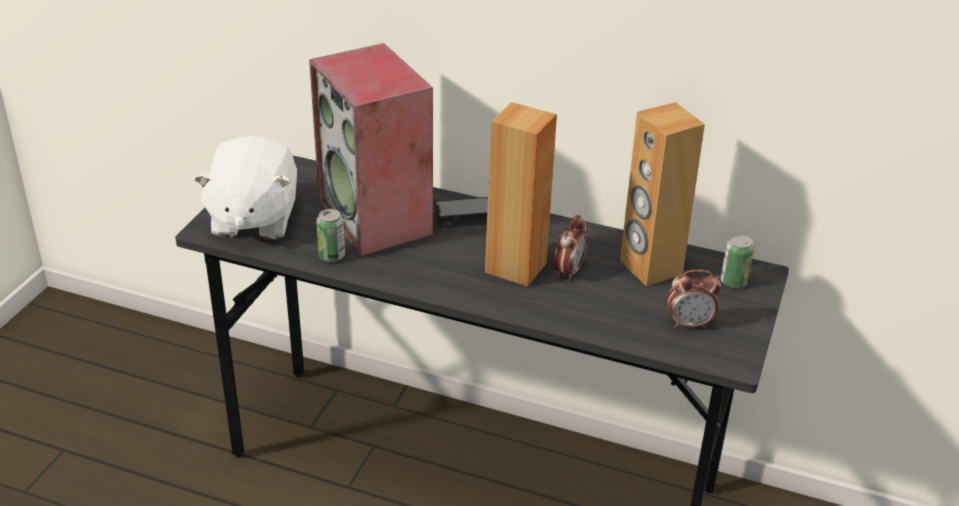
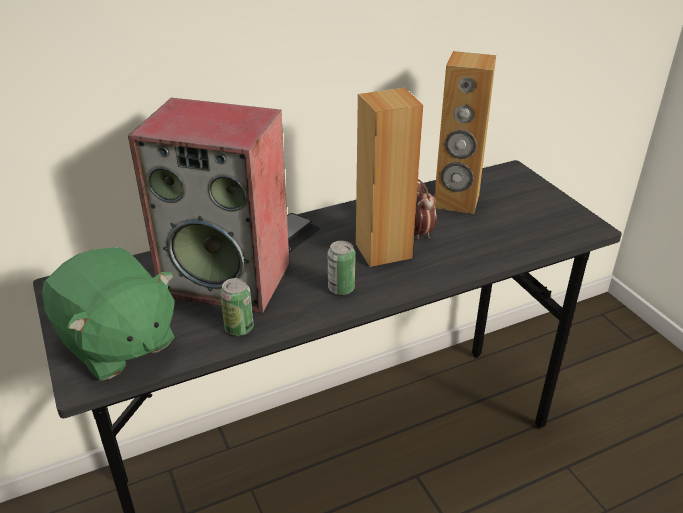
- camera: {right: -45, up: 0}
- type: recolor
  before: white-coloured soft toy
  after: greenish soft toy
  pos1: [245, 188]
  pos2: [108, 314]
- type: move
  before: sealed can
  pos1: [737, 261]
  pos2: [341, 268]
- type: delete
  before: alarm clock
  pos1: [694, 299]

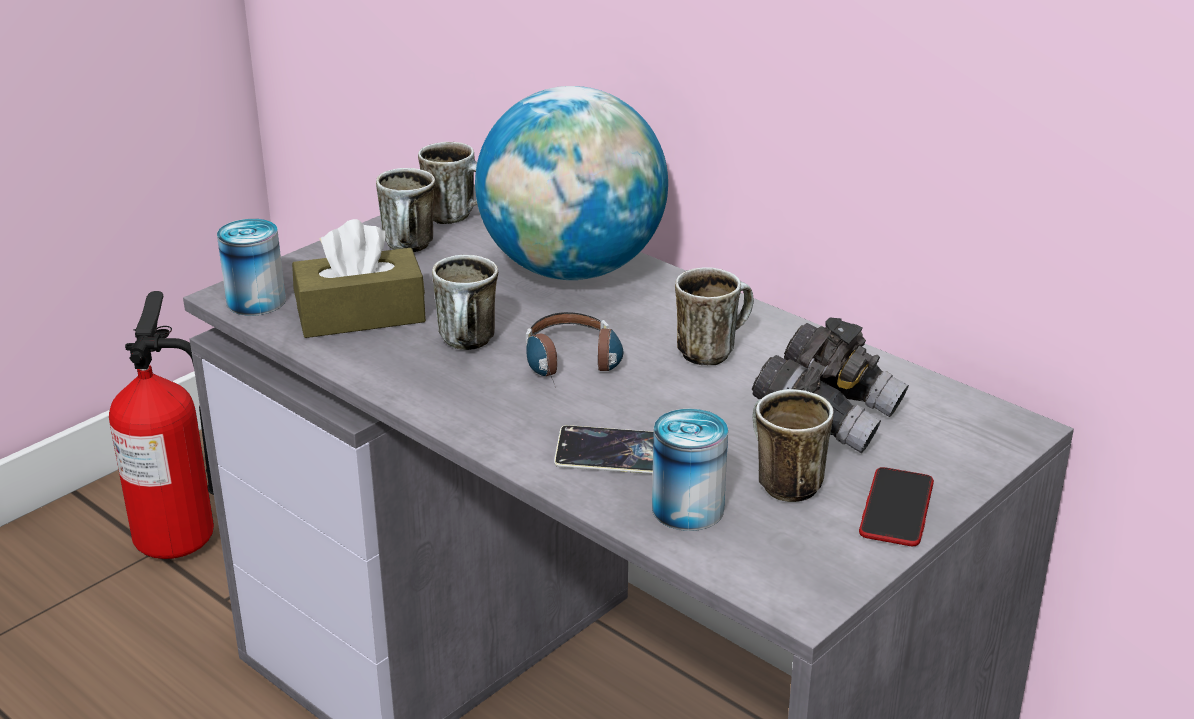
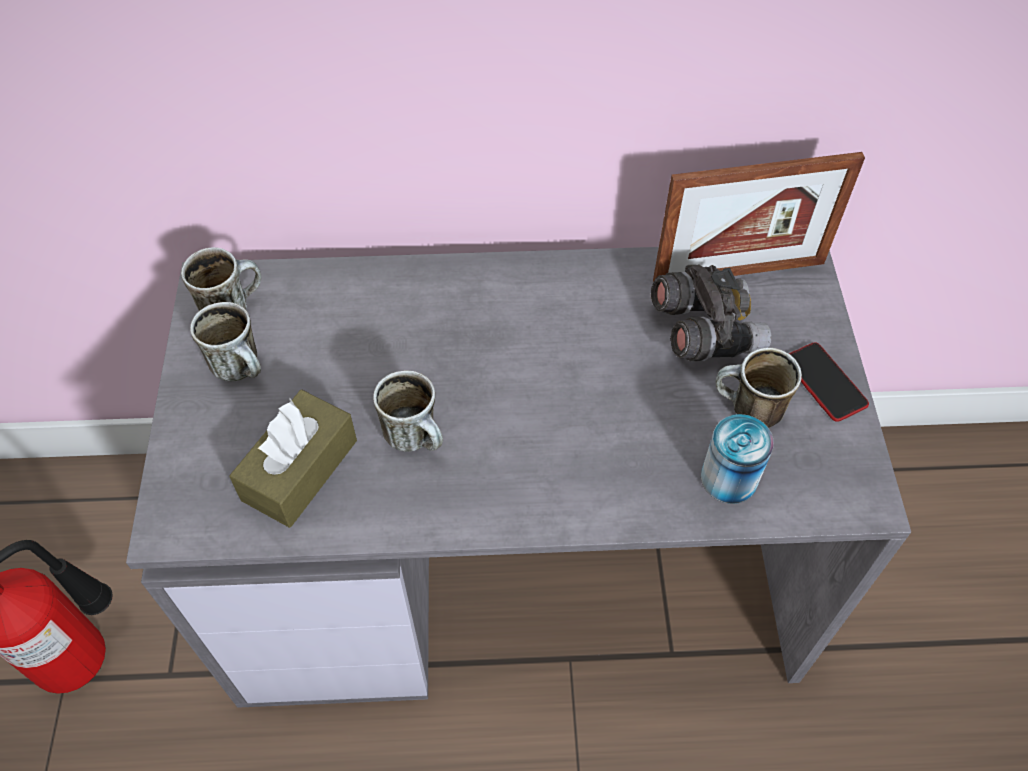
- camera: {right: -45, up: 25}
- type: insert
  after: photo frame
  pos2: [759, 217]
- type: delete
  before: sealed can
  pos1: [251, 267]
- type: delete
  before: globe
  pos1: [571, 183]
- type: delete
  before: headset
  pos1: [574, 350]
- type: delete
  before: handset
  pos1: [604, 449]
- type: delete
  before: coffee mug
  pos1: [714, 316]

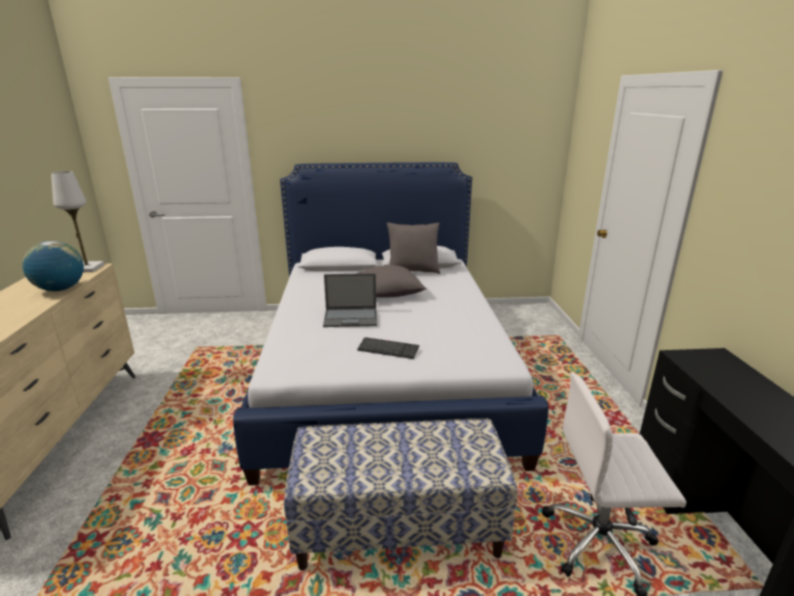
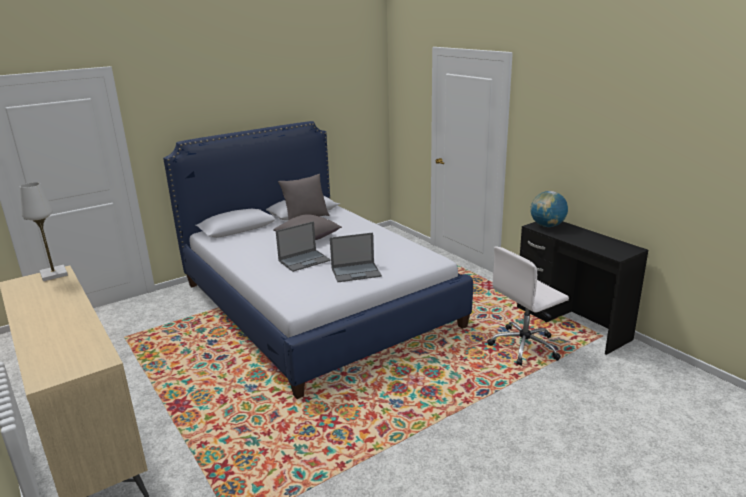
- camera: {right: -30, up: 0}
- type: replace
  before: keyboard
  after: laptop
  pos1: [388, 348]
  pos2: [356, 257]
- type: move
  before: globe
  pos1: [53, 266]
  pos2: [549, 209]
- type: delete
  before: long seat
  pos1: [400, 494]

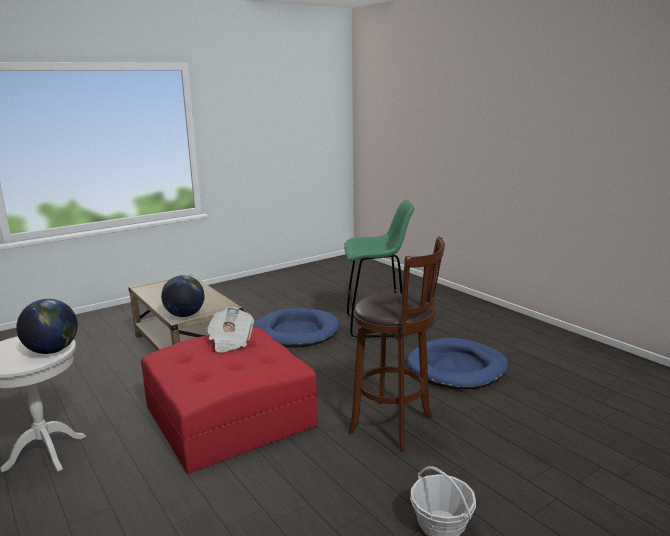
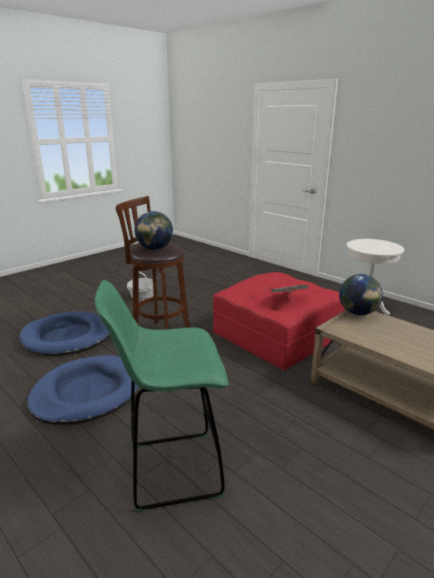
- camera: {right: 170, up: 5}
- type: move
  before: blue dog bed
  pos1: [296, 328]
  pos2: [65, 333]
- type: move
  before: globe
  pos1: [47, 326]
  pos2: [154, 230]

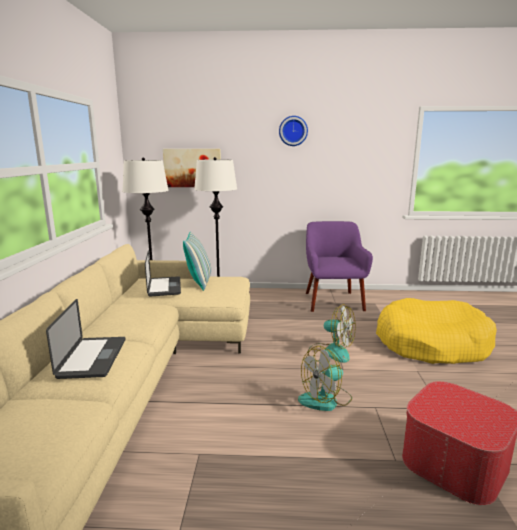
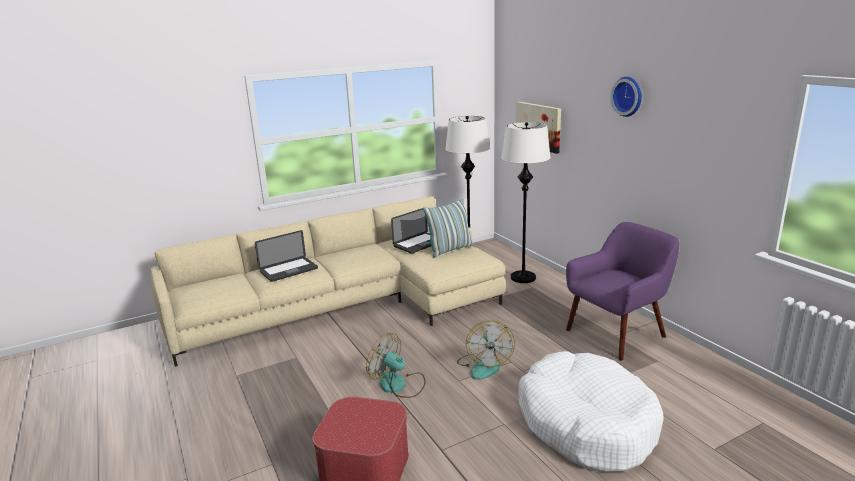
- camera: {right: 60, up: 5}
- type: recolor
  before: yellow dog bed
  after: white-coloured dog bed
  pos1: [436, 331]
  pos2: [591, 411]

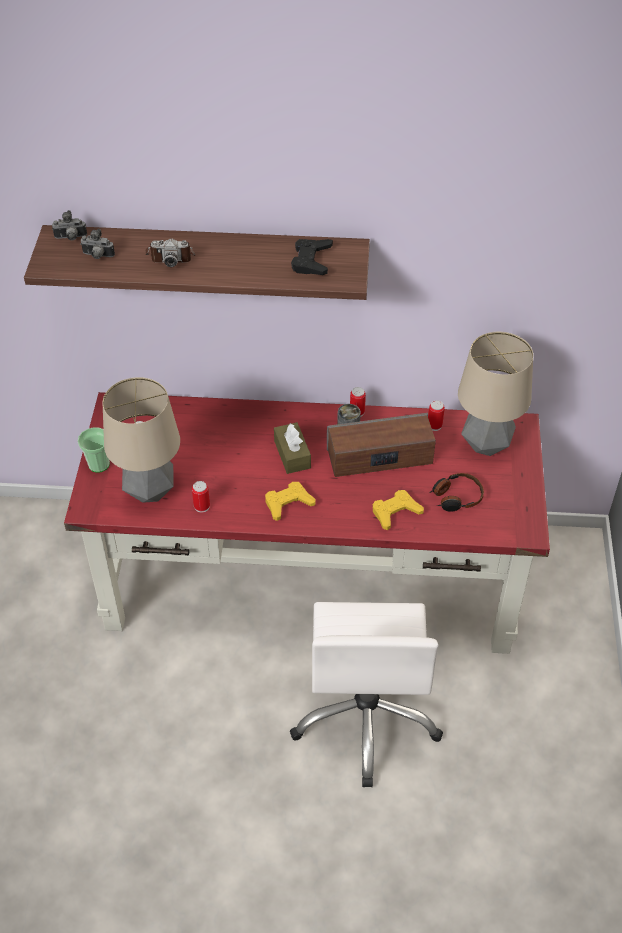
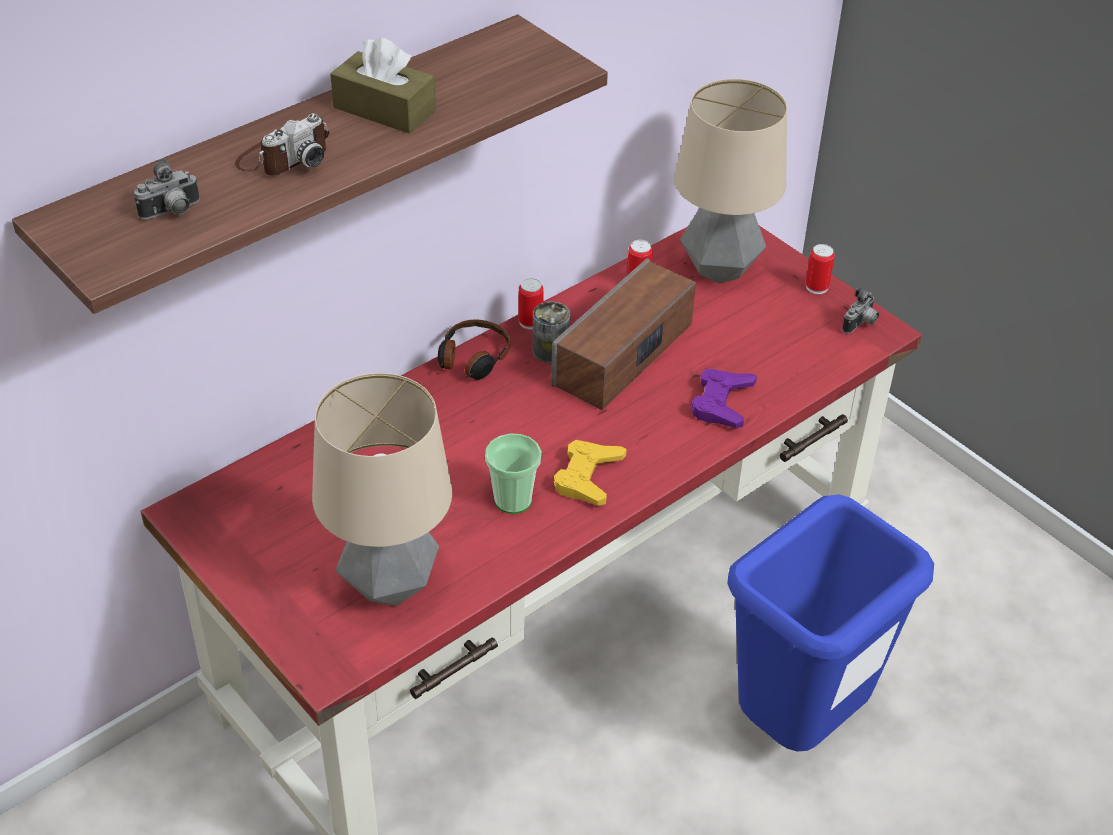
- camera: {right: -45, up: -5}
- type: move
  before: brown tissue holder
  pos1: [292, 448]
  pos2: [383, 85]
- type: move
  before: headset
  pos1: [457, 492]
  pos2: [474, 349]
- type: move
  before: drinking cup
  pos1: [94, 450]
  pos2: [513, 473]
- type: recolor
  before: yellow gamepad
  after: purplish gamepad
  pos1: [398, 510]
  pos2: [724, 398]
- type: replace
  before: white-coloured office chair
  after: blue trash can
  pos1: [366, 694]
  pos2: [830, 623]
- type: move
  before: sealed can
  pos1: [201, 497]
  pos2: [820, 269]
- type: move
  before: still camera
  pos1: [69, 225]
  pos2: [860, 310]
- type: delete
  before: black gamepad
  pos1: [312, 257]

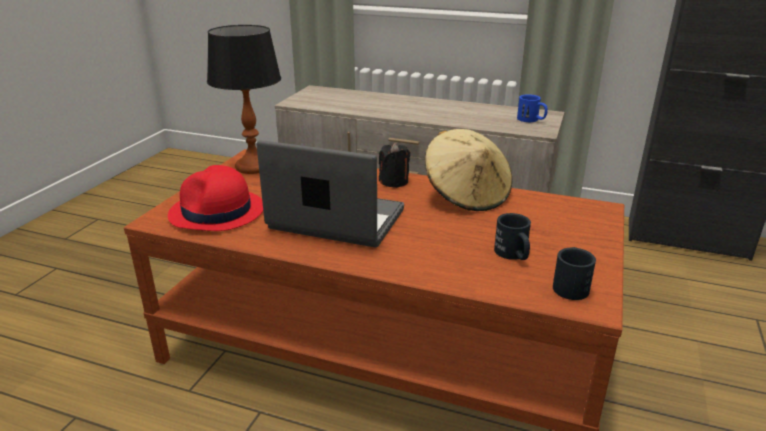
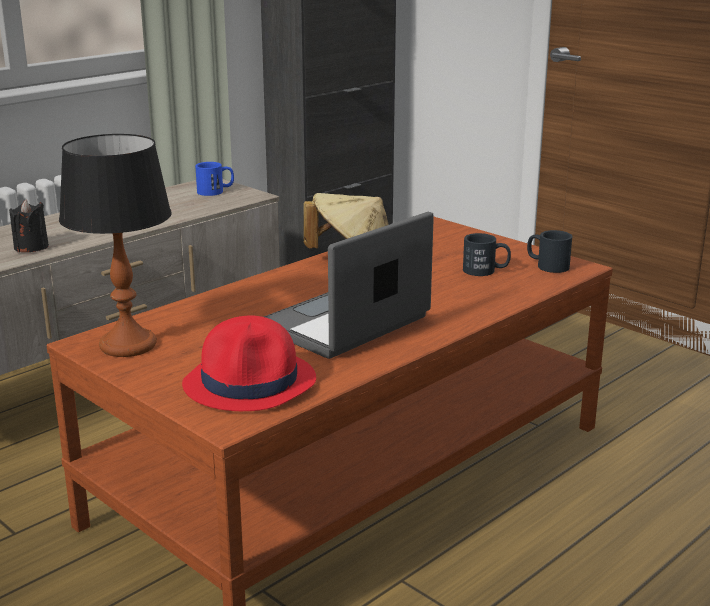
- camera: {right: -65, up: -5}
- type: move
  before: black wax light
  pos1: [394, 165]
  pos2: [29, 225]

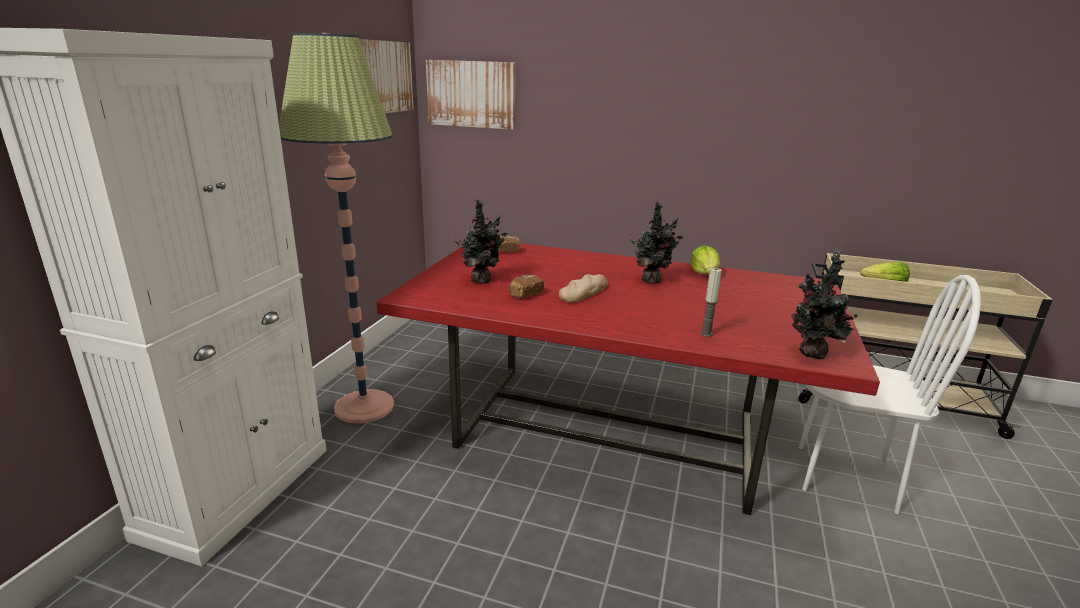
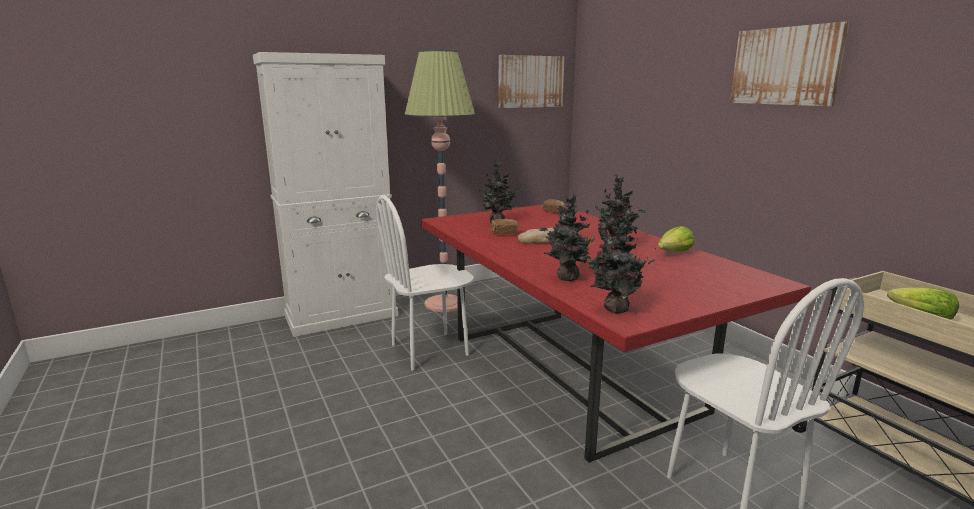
- camera: {right: 45, up: -5}
- type: insert
  after: white-coloured chair
  pos2: [425, 283]
- type: replace
  before: wax light
  after: houseplant
  pos1: [711, 302]
  pos2: [567, 237]
- type: move
  before: picture
  pos1: [470, 95]
  pos2: [789, 63]

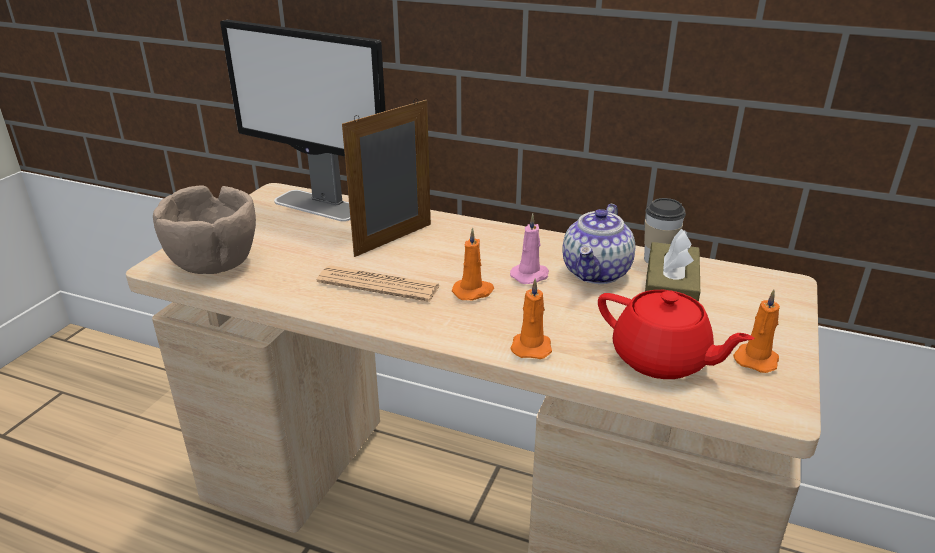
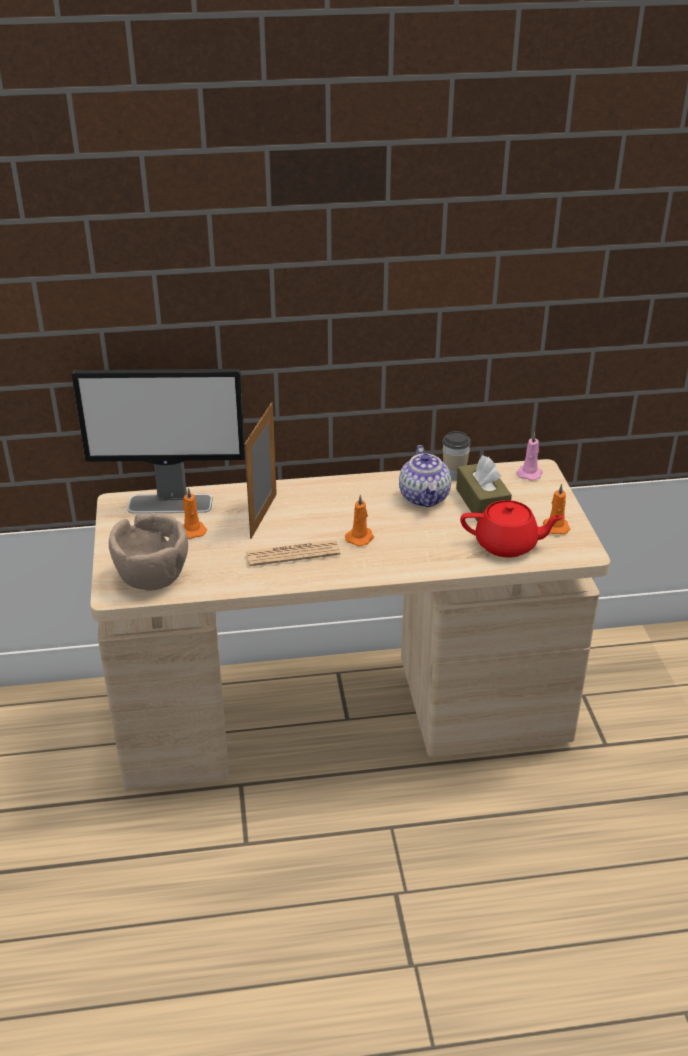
- camera: {right: -30, up: 5}
- type: move
  before: orange wax light
  pos1: [531, 318]
  pos2: [195, 513]
- type: move
  before: pink-coloured wax light
  pos1: [529, 249]
  pos2: [529, 456]

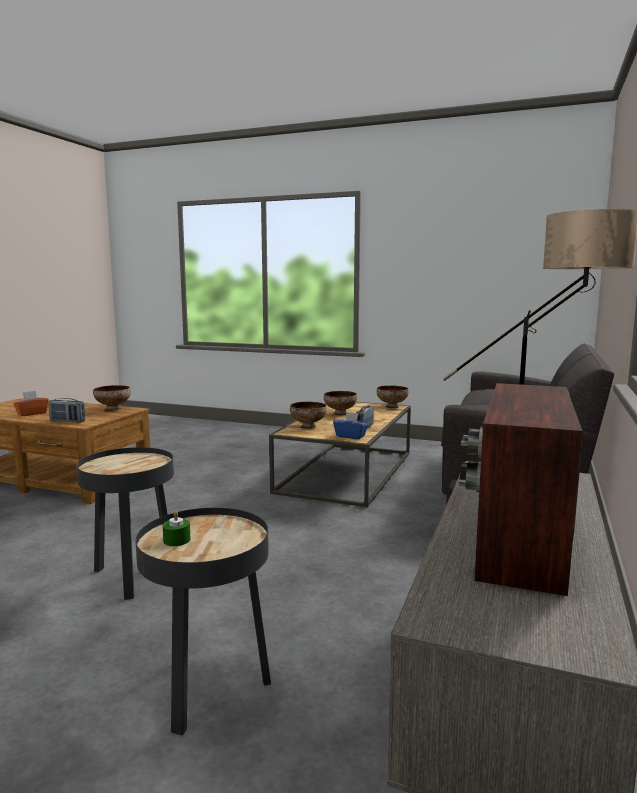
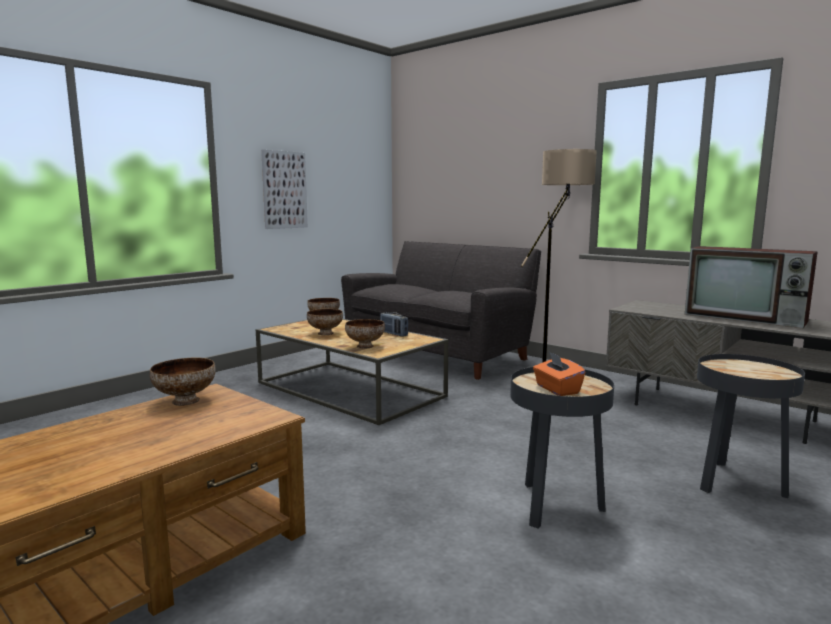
- camera: {right: -70, up: 0}
- type: insert
  after: picture
  pos2: [284, 189]
- type: move
  before: orange tissue holder
  pos1: [31, 403]
  pos2: [559, 373]
- type: delete
  before: radio
  pos1: [67, 410]
- type: delete
  before: greenish wax light
  pos1: [177, 528]
- type: delete
  before: blue tissue holder
  pos1: [350, 425]

